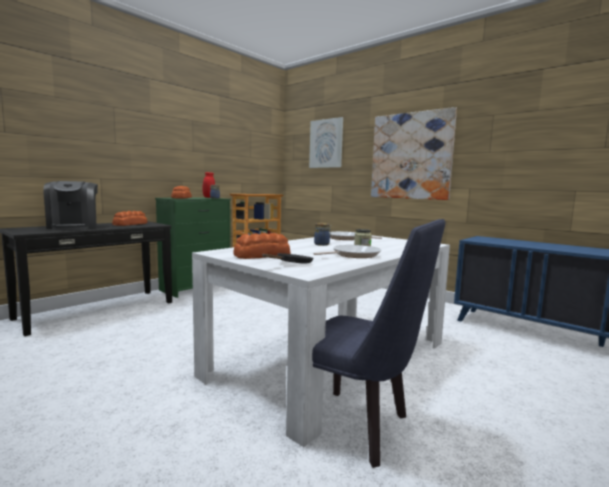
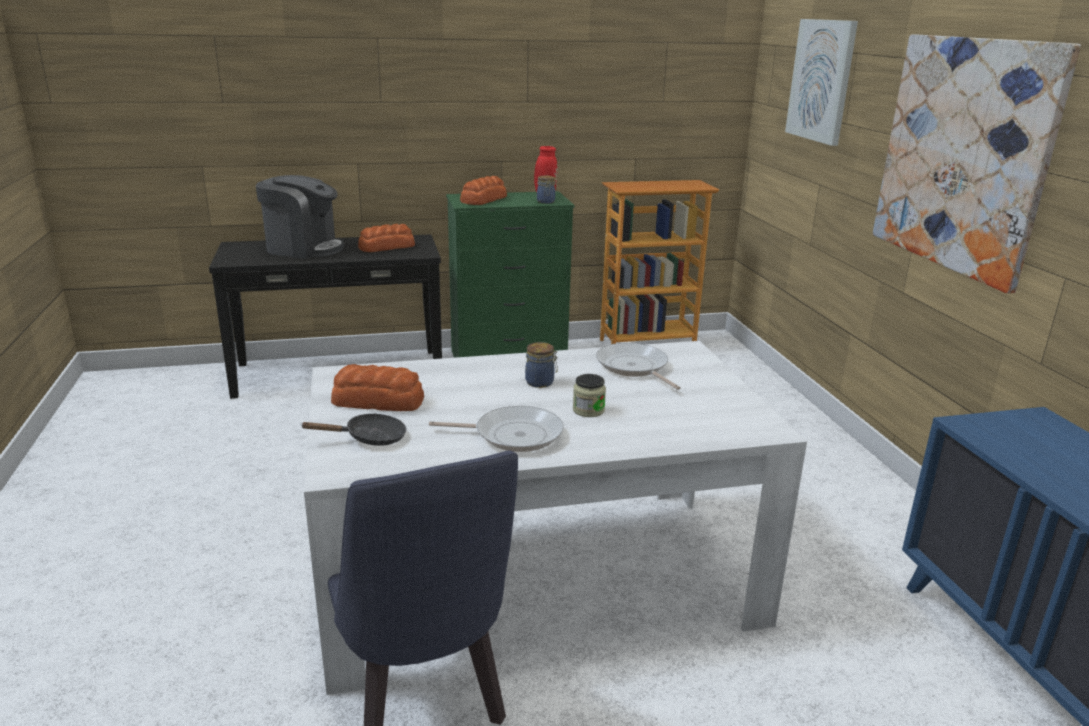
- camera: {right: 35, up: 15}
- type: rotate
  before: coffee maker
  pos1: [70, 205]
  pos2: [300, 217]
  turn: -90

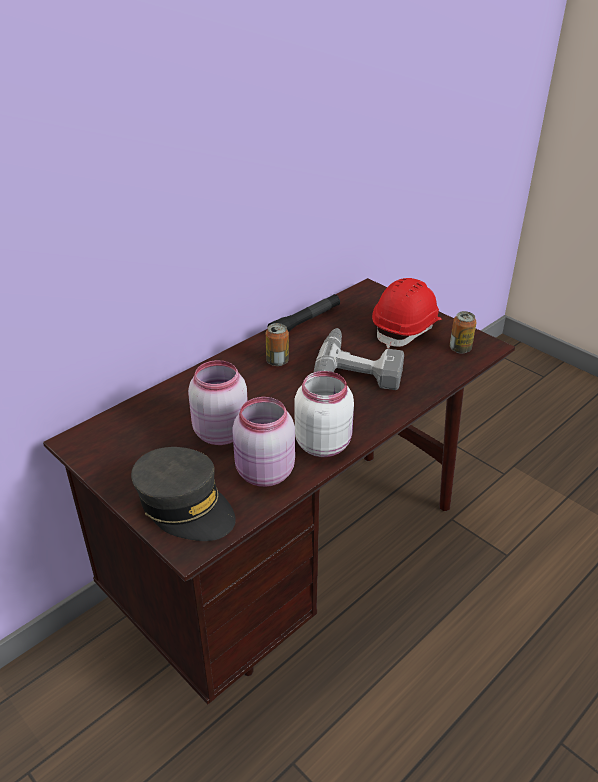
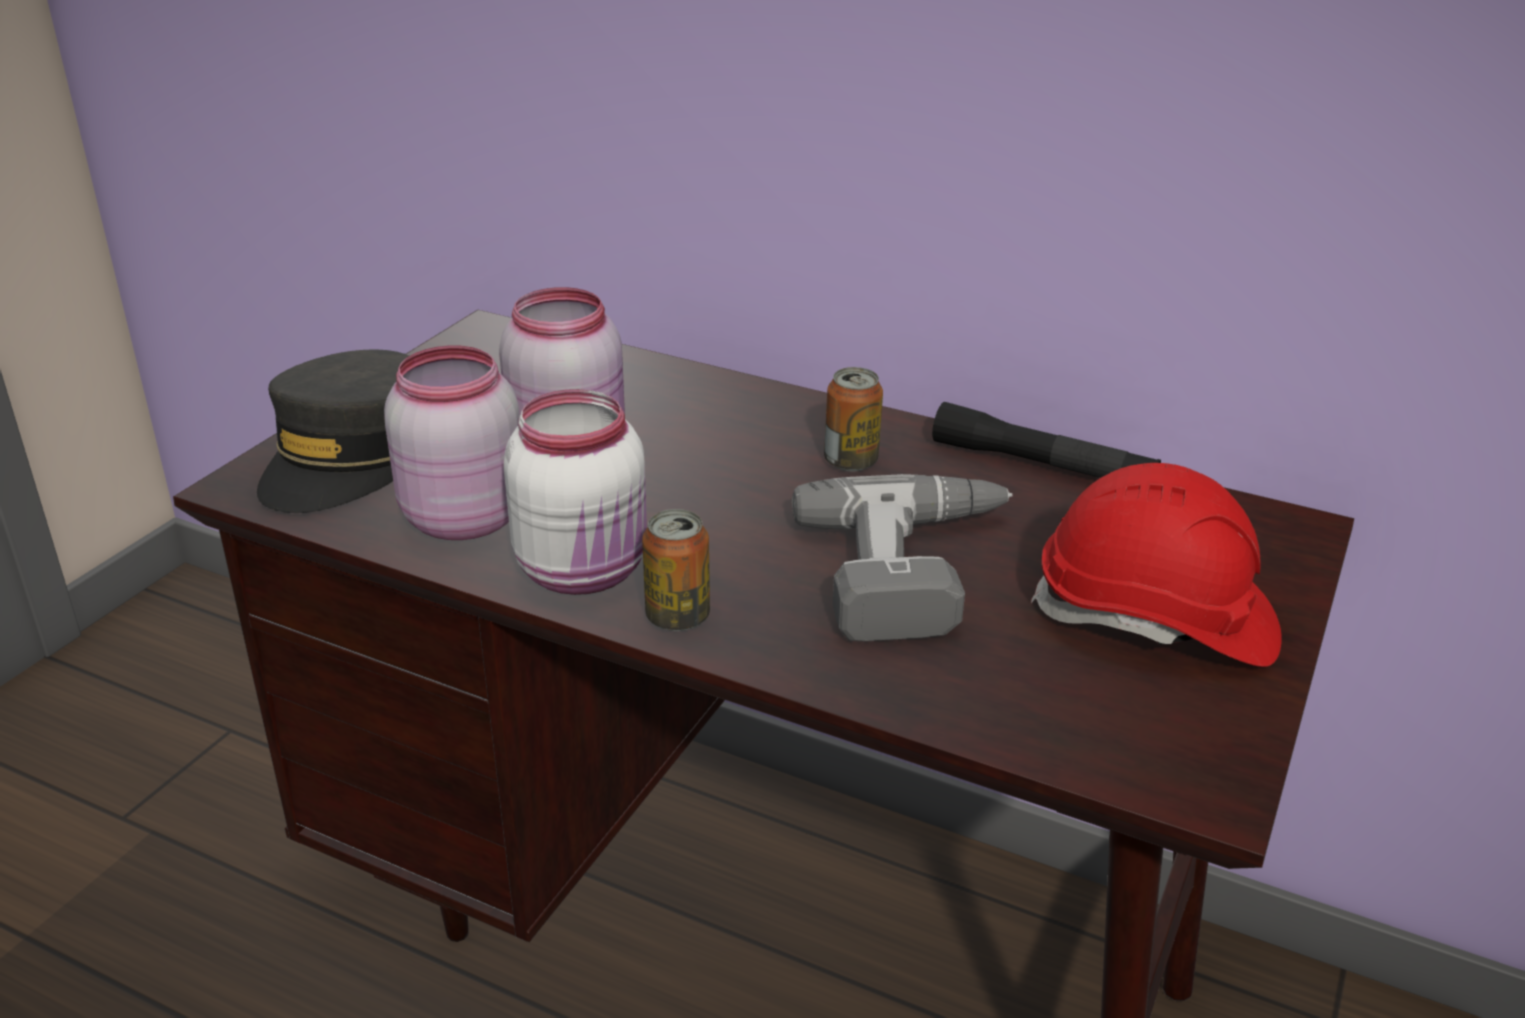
- camera: {right: 70, up: -5}
- type: move
  before: sealed can
  pos1: [463, 332]
  pos2: [676, 570]

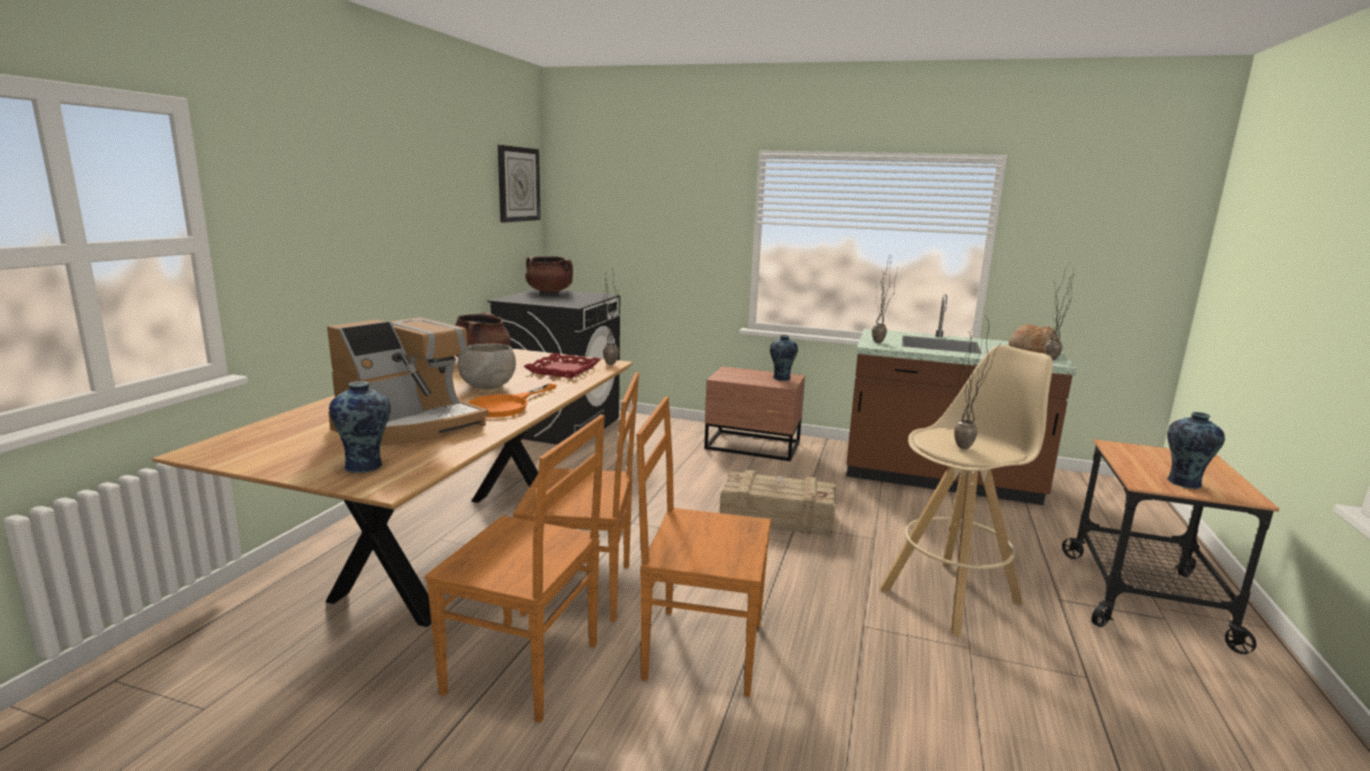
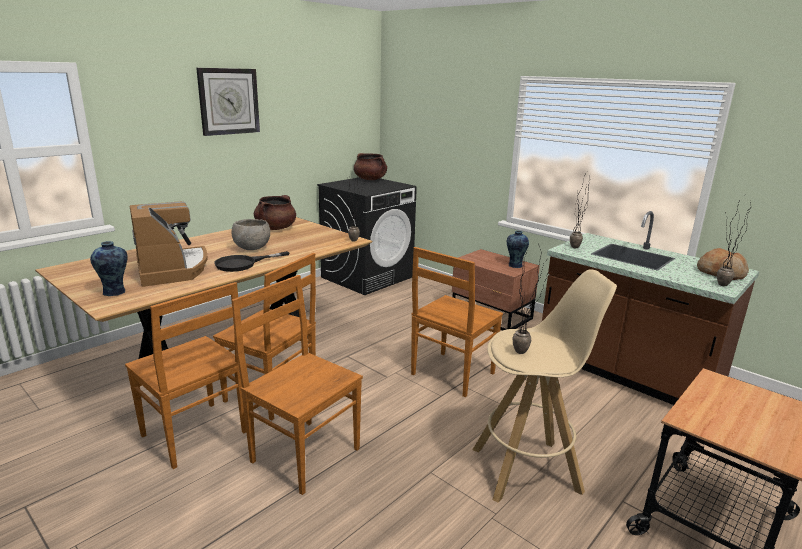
- camera: {right: 25, up: 5}
- type: rotate
  before: coffee maker
  pos1: [408, 381]
  pos2: [169, 244]
  turn: -90
- type: move
  before: wall clock
  pos1: [519, 184]
  pos2: [228, 102]
- type: recolor
  before: orange skillet
  after: black skillet
  pos1: [512, 401]
  pos2: [251, 261]
- type: replace
  before: packing crate
  after: brown chair
  pos1: [778, 503]
  pos2: [457, 322]
- type: delete
  before: reddish serving tray
  pos1: [562, 365]
- type: delete
  before: flower vase
  pos1: [1196, 450]

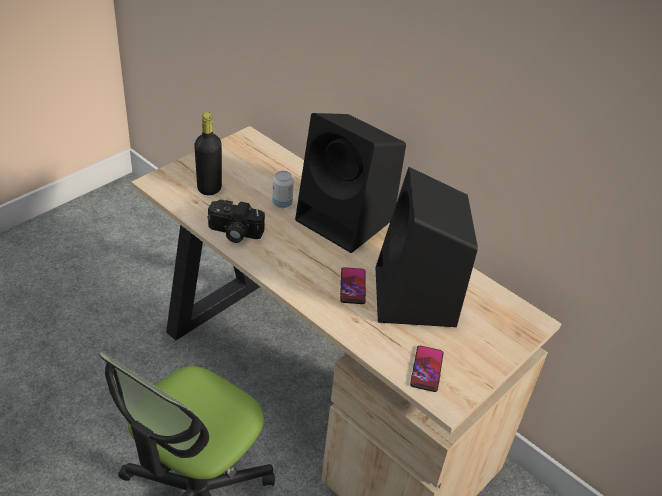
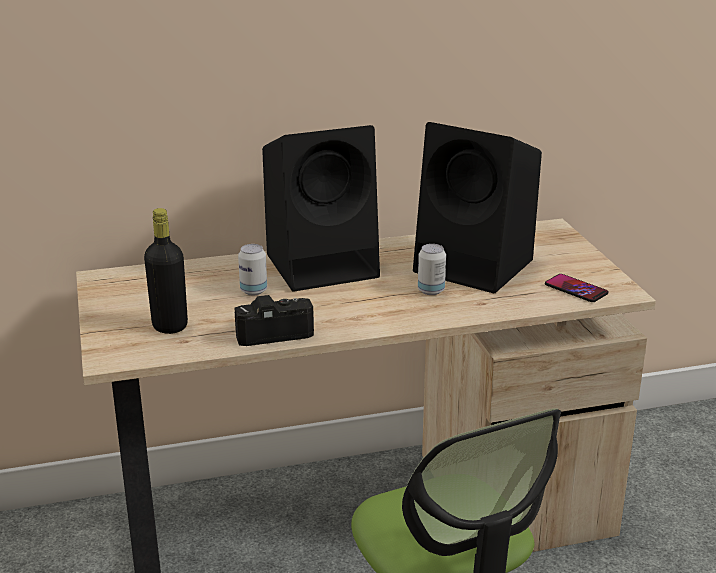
- camera: {right: -55, up: -15}
- type: rotate
  before: still camera
  pos1: [236, 221]
  pos2: [274, 320]
  turn: -150
- type: replace
  before: handset
  after: sealed can
  pos1: [353, 285]
  pos2: [432, 269]

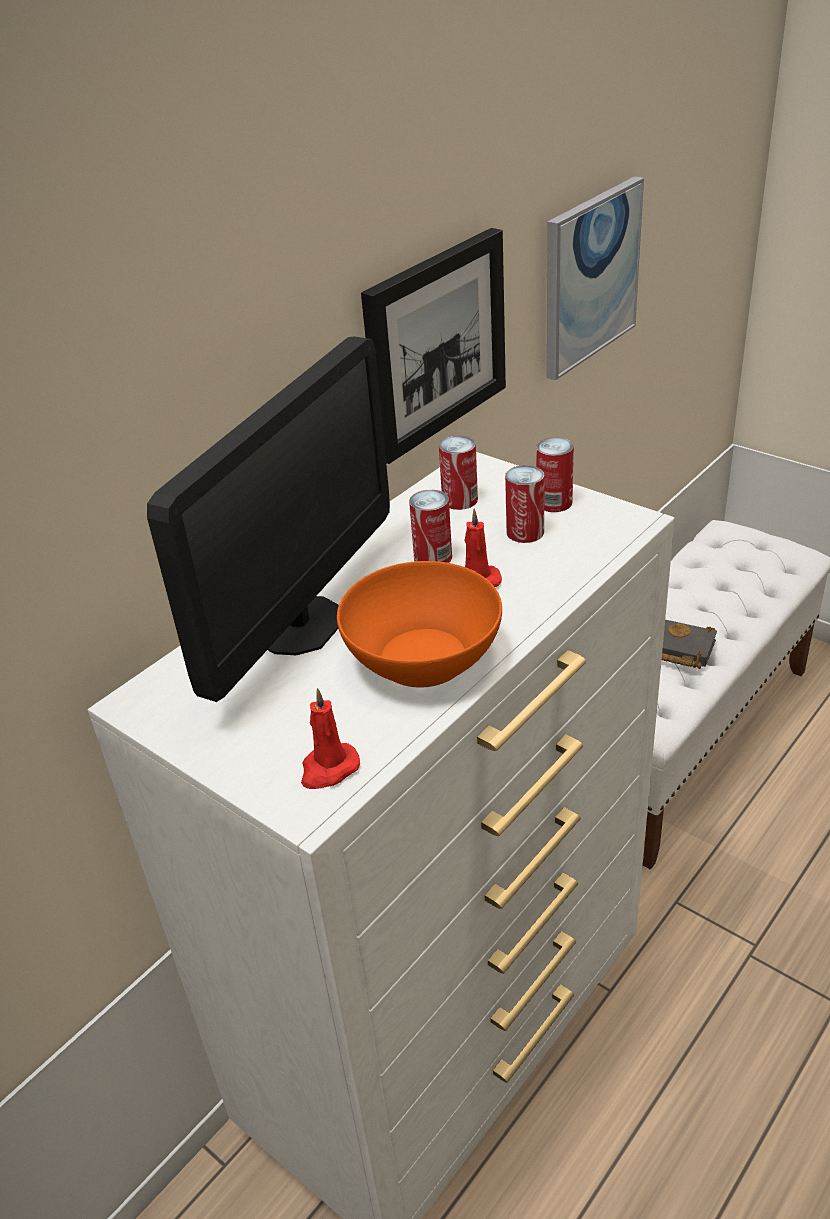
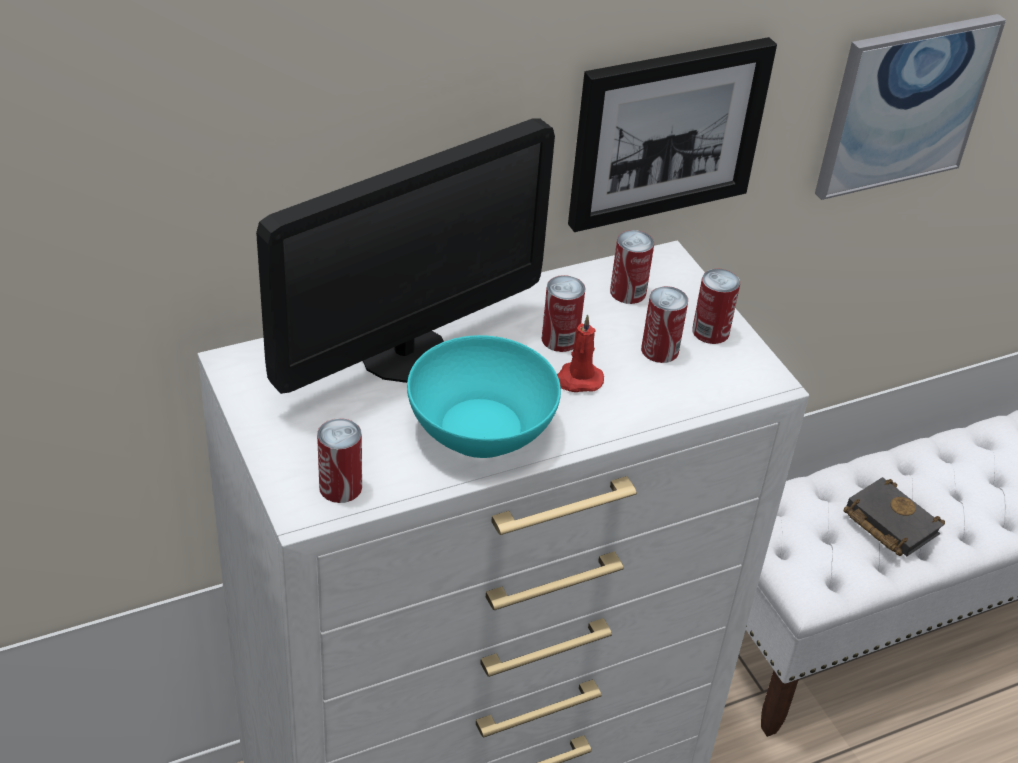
- camera: {right: 20, up: 5}
- type: replace
  before: reddish wax light
  after: sealed can
  pos1: [330, 738]
  pos2: [339, 460]
- type: recolor
  before: orange deep dish
  after: turquoise-coloured deep dish
  pos1: [419, 624]
  pos2: [484, 396]

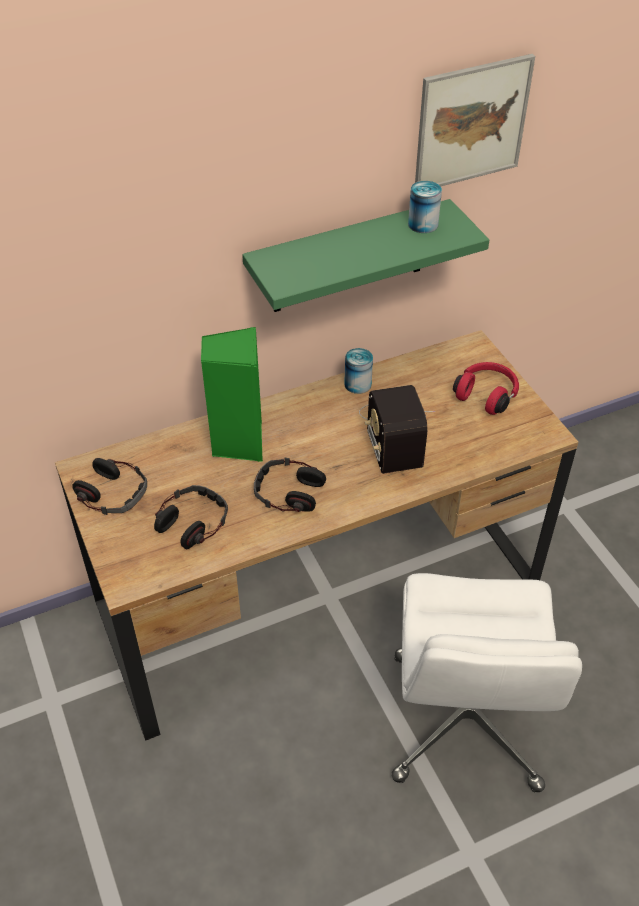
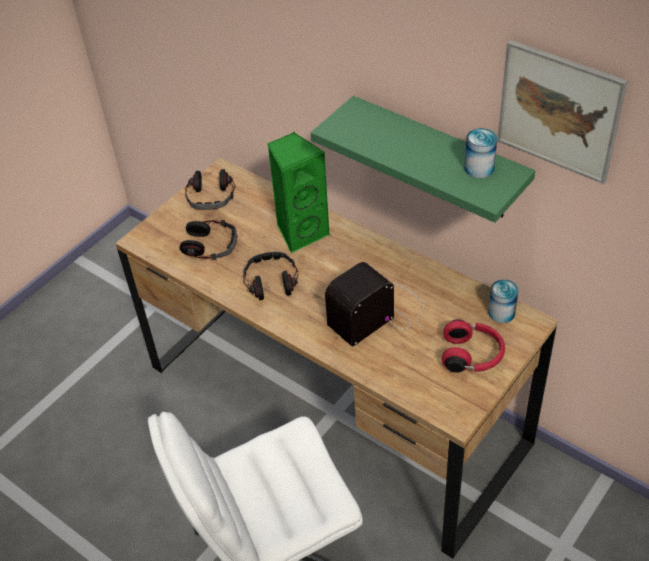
- camera: {right: 65, up: 0}
- type: move
  before: sealed can
  pos1: [358, 371]
  pos2: [503, 301]

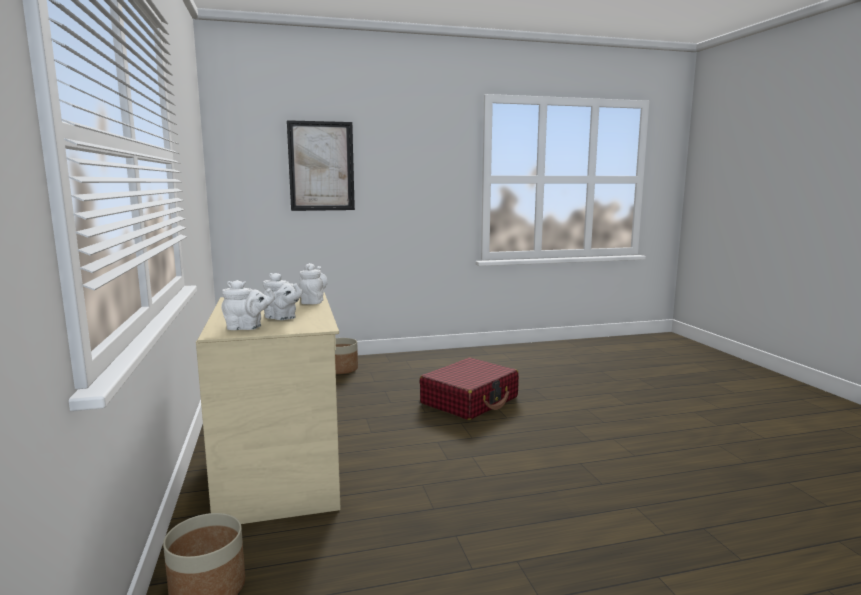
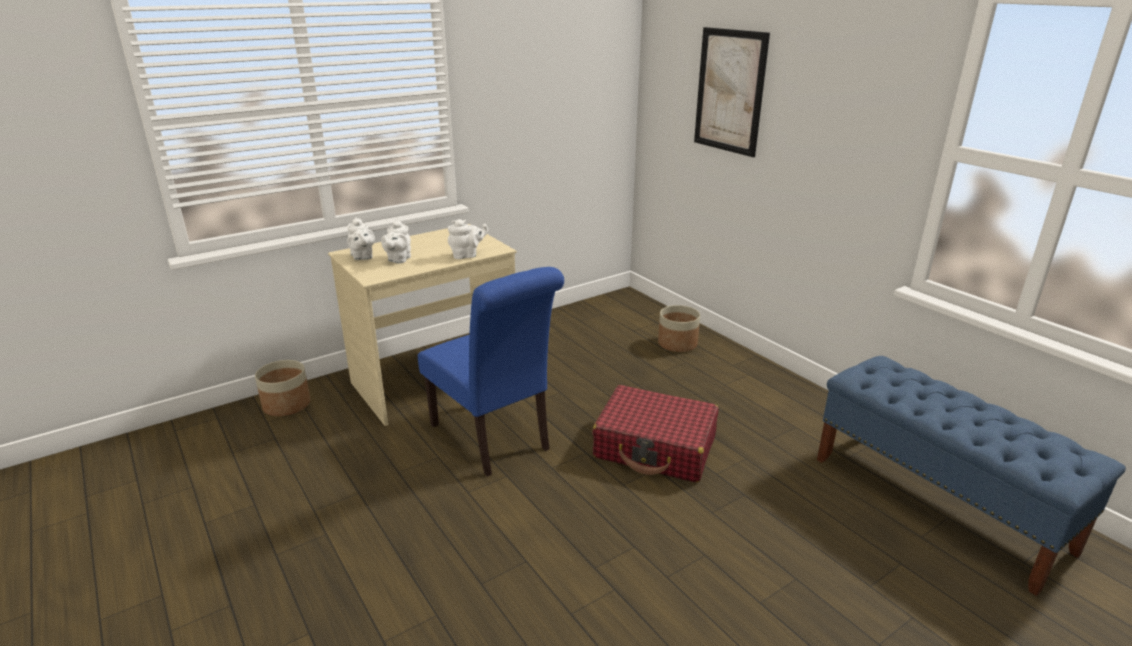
- camera: {right: 70, up: 15}
- type: insert
  after: blue chair
  pos2: [491, 372]
- type: insert
  after: blue long seat
  pos2: [971, 476]

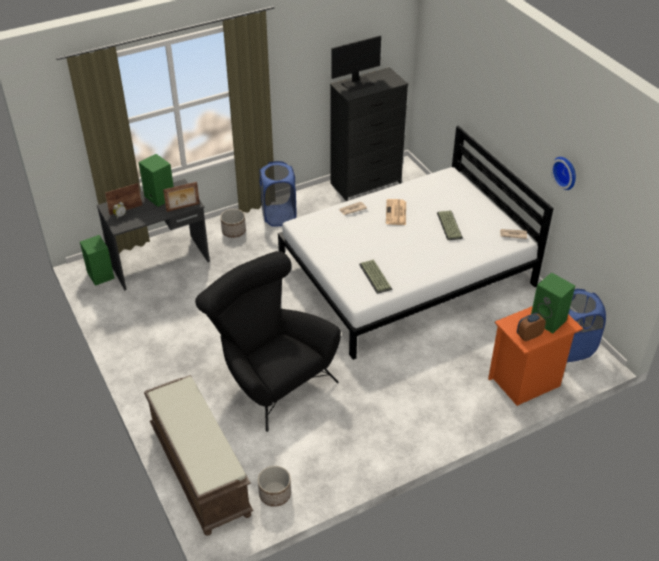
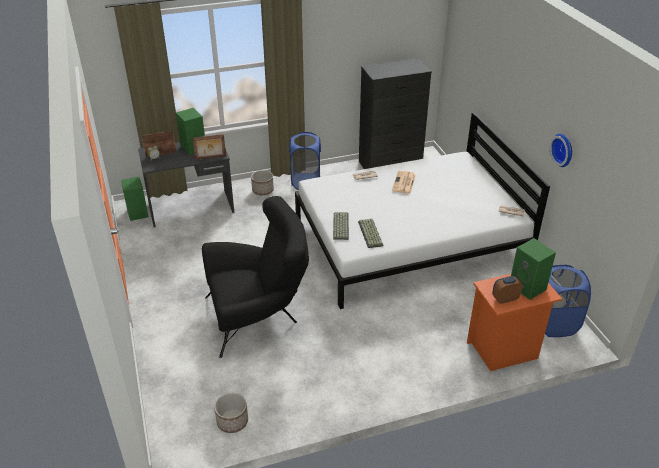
- camera: {right: 10, up: -5}
- type: rotate
  before: black armchair
  pos1: [268, 341]
  pos2: [255, 277]
  turn: 105
- type: move
  before: keyboard
  pos1: [450, 225]
  pos2: [341, 226]
- type: delete
  before: brown long seat
  pos1: [198, 455]
- type: delete
  before: monitor
  pos1: [356, 63]

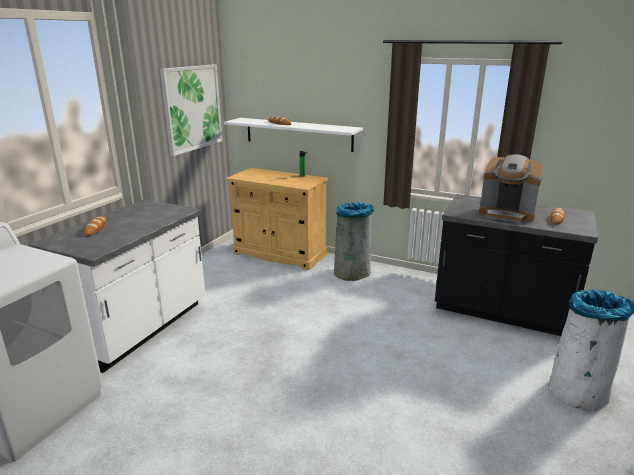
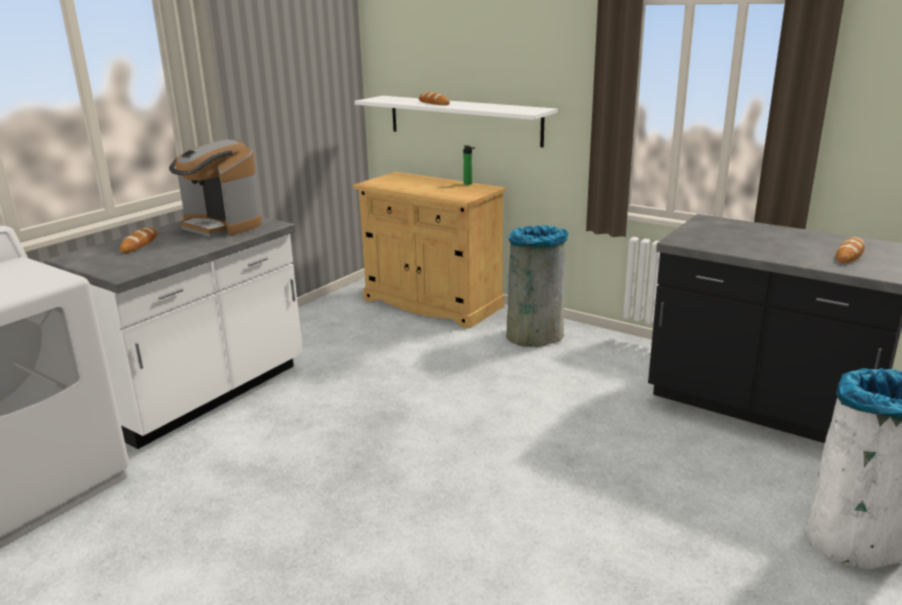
- camera: {right: 10, up: 0}
- type: move
  before: coffee maker
  pos1: [511, 188]
  pos2: [215, 188]
- type: delete
  before: picture
  pos1: [191, 110]

